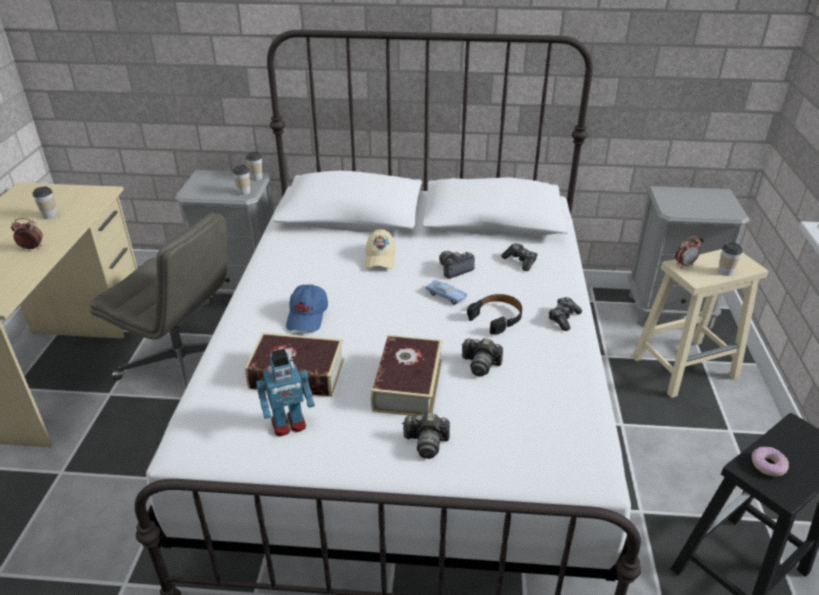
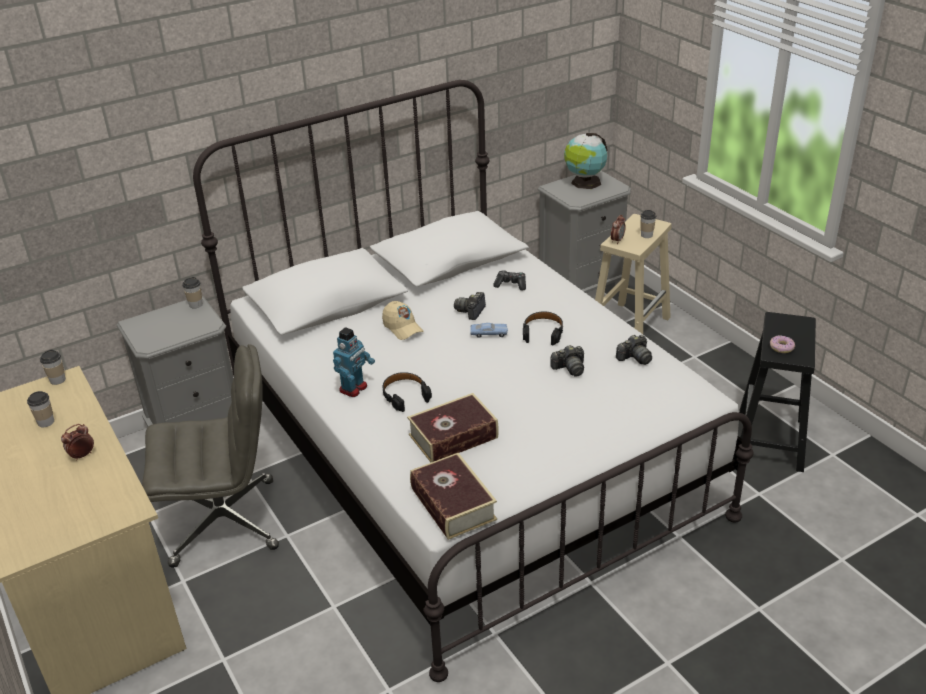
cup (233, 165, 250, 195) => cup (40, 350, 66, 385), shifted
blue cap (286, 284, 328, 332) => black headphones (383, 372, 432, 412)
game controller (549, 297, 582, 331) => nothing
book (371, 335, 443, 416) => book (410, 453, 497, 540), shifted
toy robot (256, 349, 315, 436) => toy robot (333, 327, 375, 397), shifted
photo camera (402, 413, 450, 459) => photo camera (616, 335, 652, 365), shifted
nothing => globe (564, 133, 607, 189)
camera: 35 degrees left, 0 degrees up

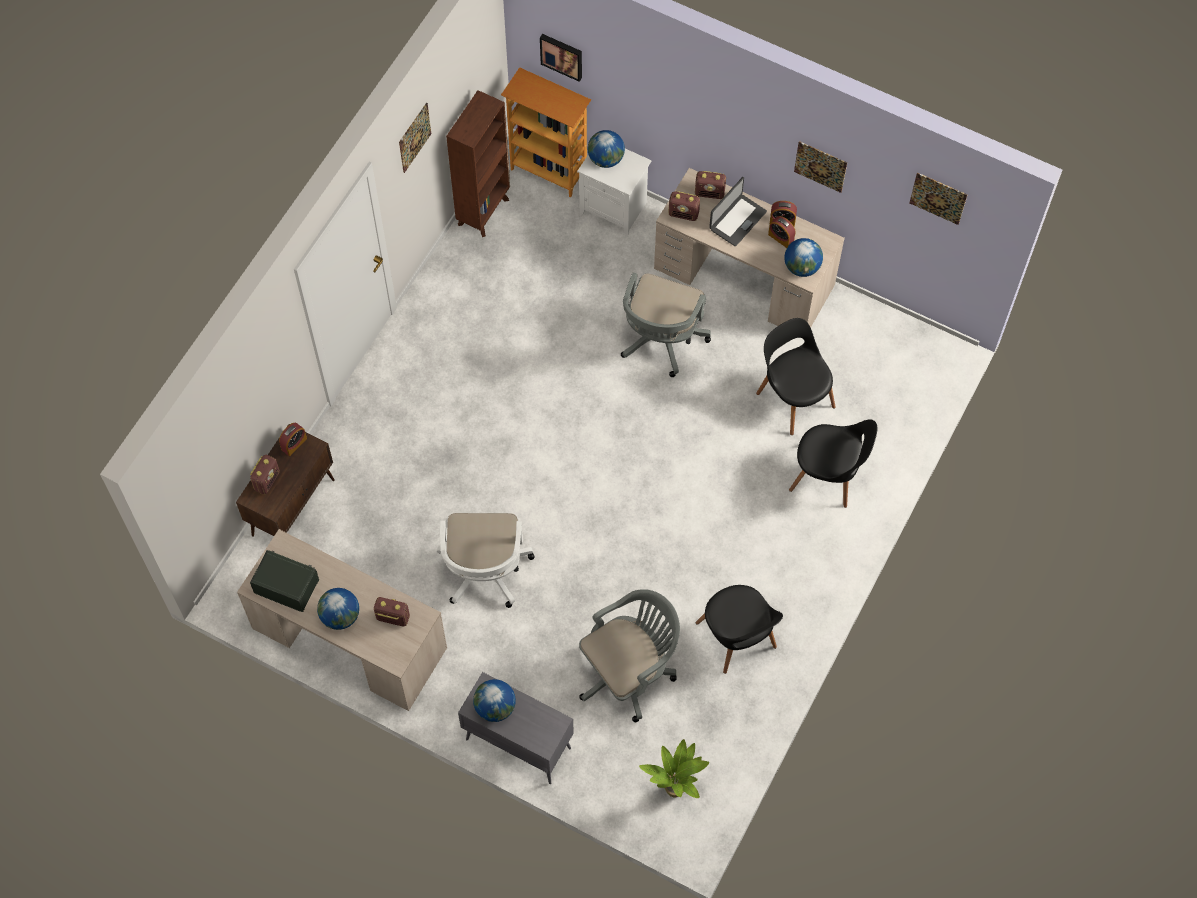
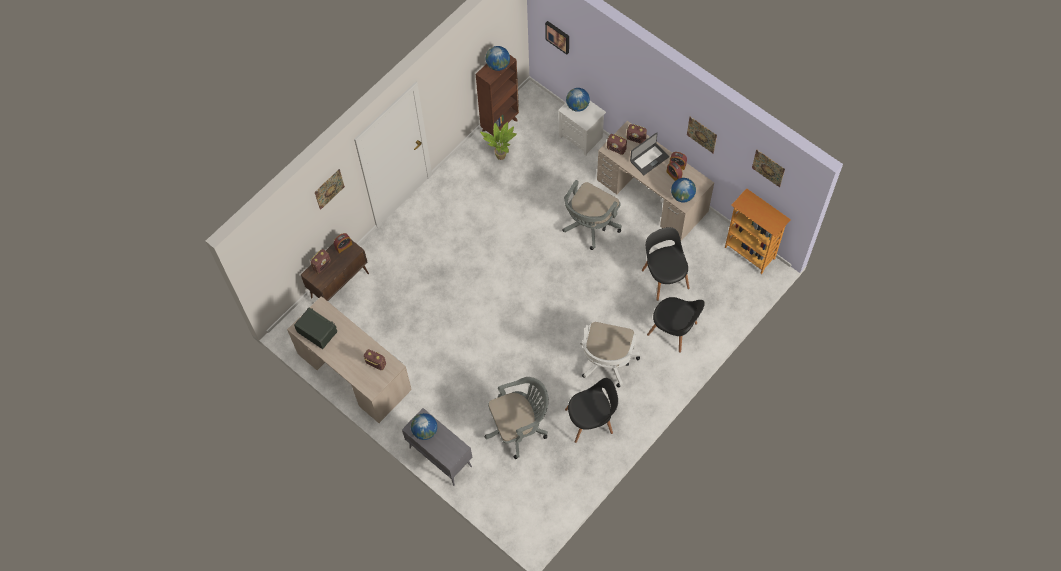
bookcase (501, 67, 591, 197) => bookcase (725, 188, 791, 274), shifted
picture (399, 103, 431, 173) => picture (315, 169, 345, 210), shifted
white office chair (437, 513, 534, 608) => white office chair (580, 322, 640, 387), shifted
black chair (696, 585, 783, 674) => black chair (565, 378, 618, 443), 90 degrees counterclockwise
globe (317, 588, 359, 630) => globe (486, 46, 510, 71), shifted
potted plant (639, 739, 709, 798) => potted plant (480, 122, 517, 160), shifted
camera: 15 degrees right, 0 degrees up

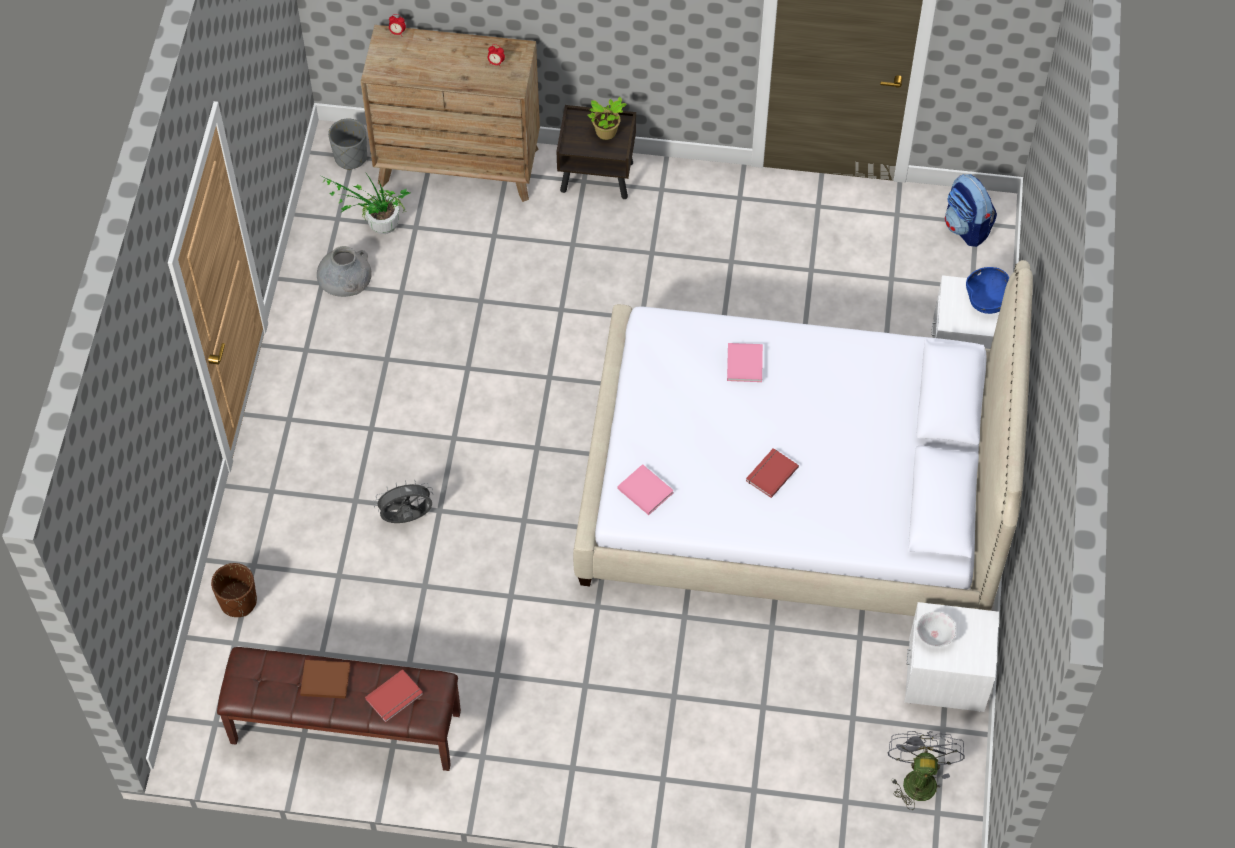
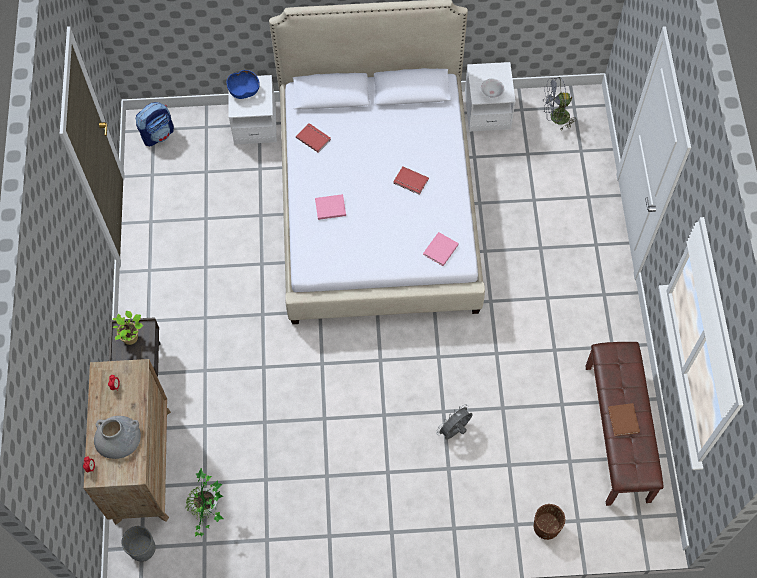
grey vase (317, 246, 372, 297) => grey vase (94, 416, 141, 459), shifted
grey fan (373, 480, 434, 523) => grey fan (436, 404, 472, 440), 75 degrees clockwise
red book (365, 669, 423, 722) => red book (296, 123, 331, 153), shifted
camera: 100 degrees left, 5 degrees up

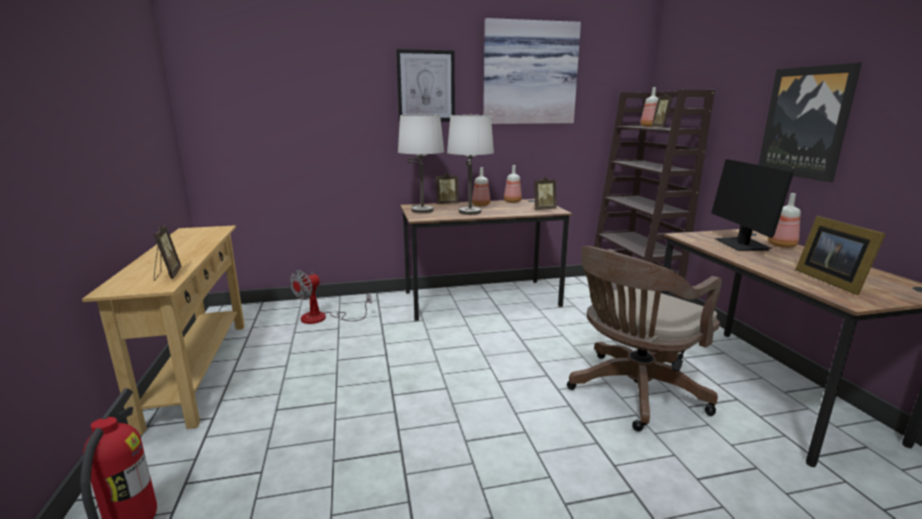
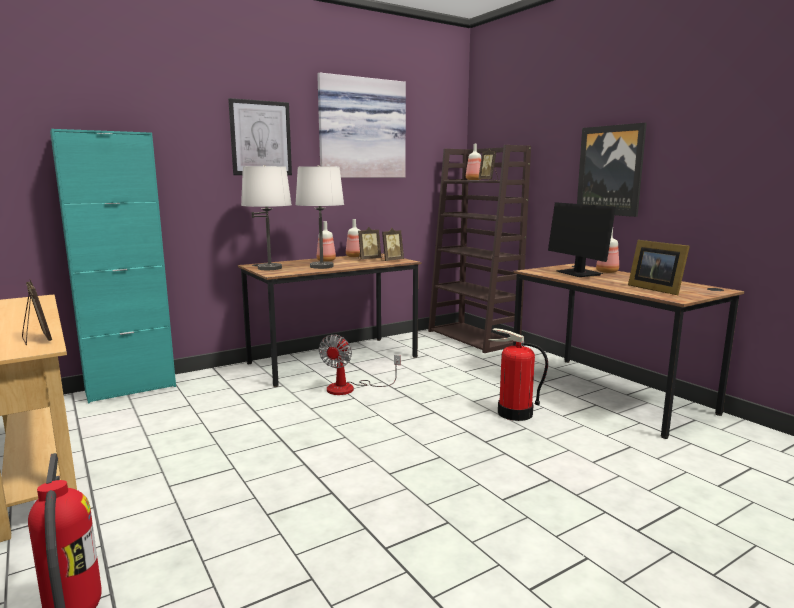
picture frame (436, 173, 459, 204) => picture frame (358, 227, 381, 260), shifted
brown office chair (567, 246, 722, 432) => fire extinguisher (489, 328, 548, 421)
fan (290, 270, 372, 324) => fan (319, 334, 401, 395), shifted
nothing => turquoise cabinet (50, 129, 176, 403)
camera: 20 degrees left, 5 degrees down

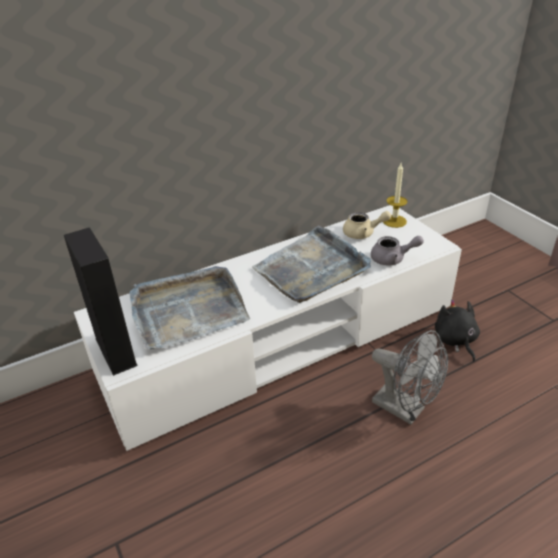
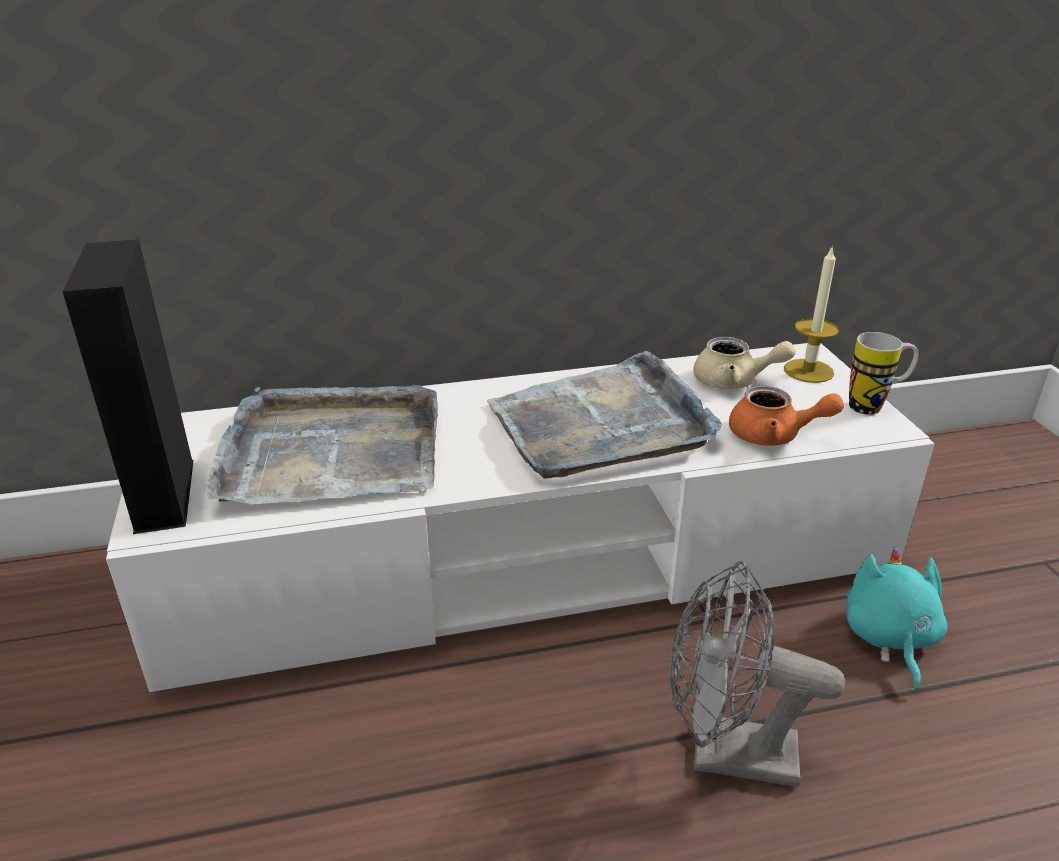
grey teapot (371, 236, 424, 266) => orange teapot (729, 386, 844, 446)
black plush toy (435, 300, 480, 362) => turquoise plush toy (847, 547, 947, 691)
grey fan (372, 330, 448, 425) => grey fan (670, 561, 845, 787), 135 degrees clockwise
nothing => mug (849, 332, 919, 415)
camera: 15 degrees right, 5 degrees down

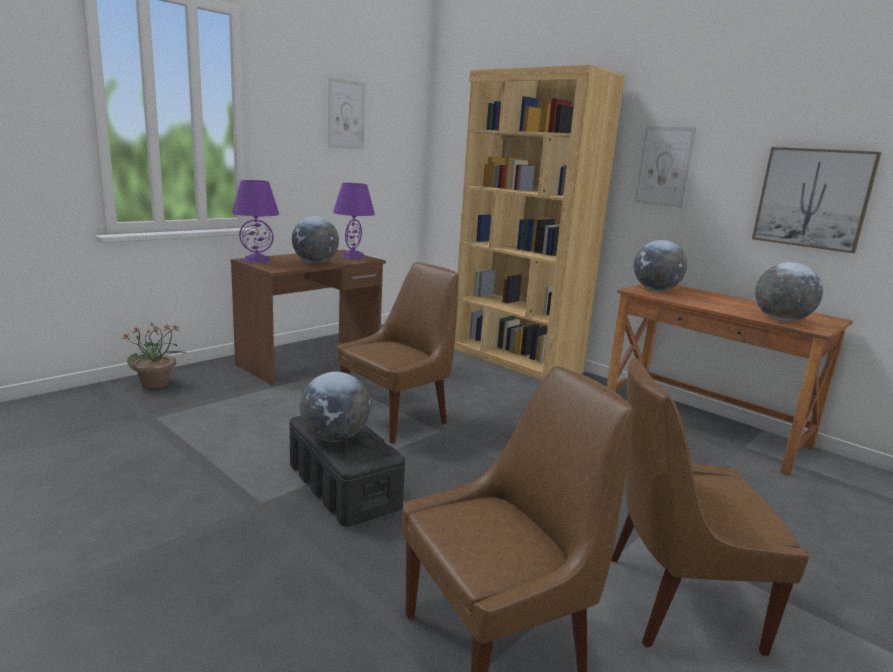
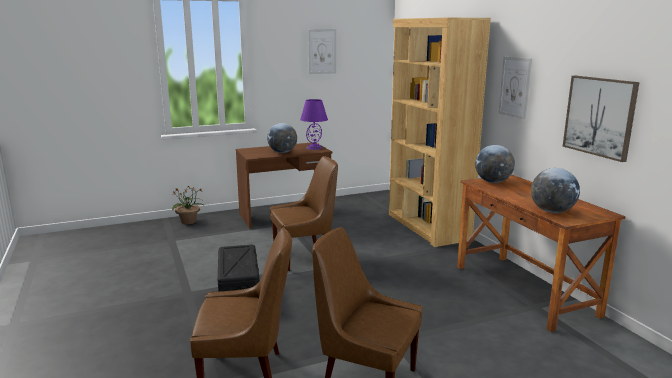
purple table lamp (232, 180, 279, 263) => nothing
globe (300, 372, 370, 442) => nothing
camera: 25 degrees right, 0 degrees up

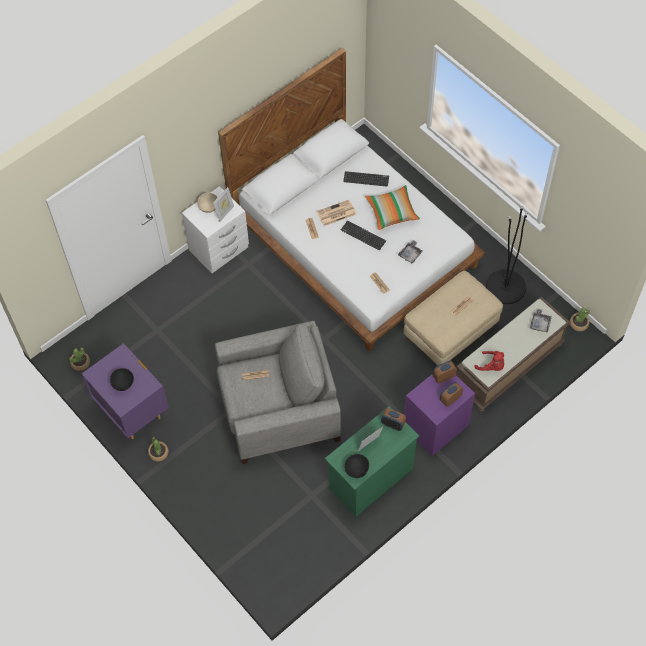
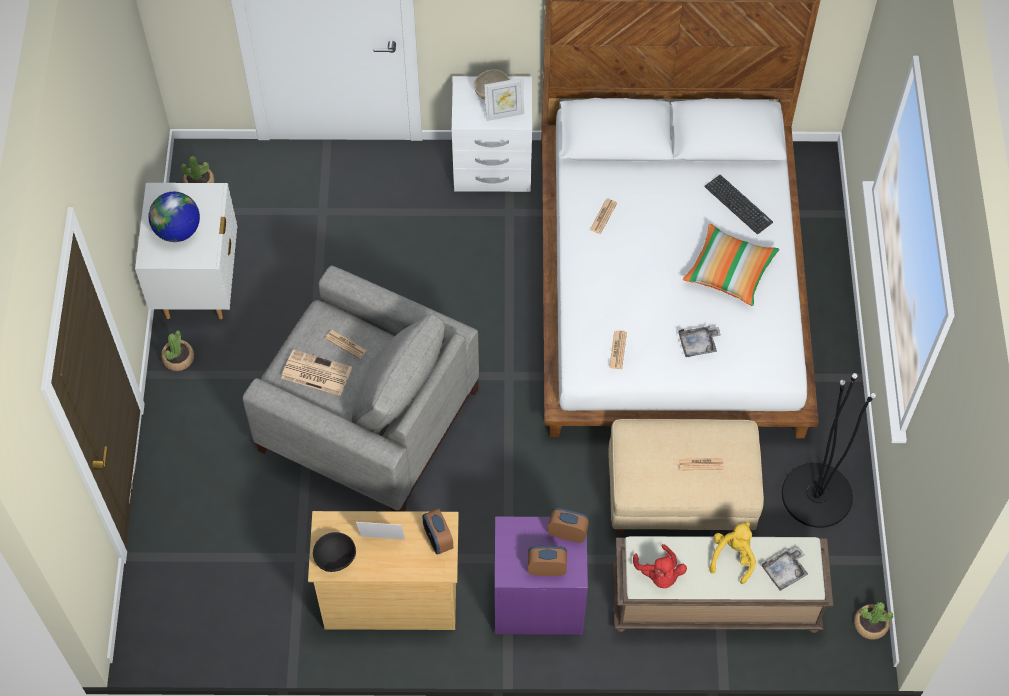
newspaper (316, 200, 357, 226) => newspaper (281, 349, 352, 396), shifted
keyboard (341, 221, 386, 250) => nothing
purple nightstand (82, 343, 169, 439) => white nightstand (135, 183, 237, 319)
black bowl (110, 368, 134, 391) => globe (149, 192, 200, 242)
green dresser (325, 406, 419, 517) => beige dresser (308, 511, 459, 630)
nothing => yellow plush toy (709, 522, 756, 584)
camera: 40 degrees right, 0 degrees up

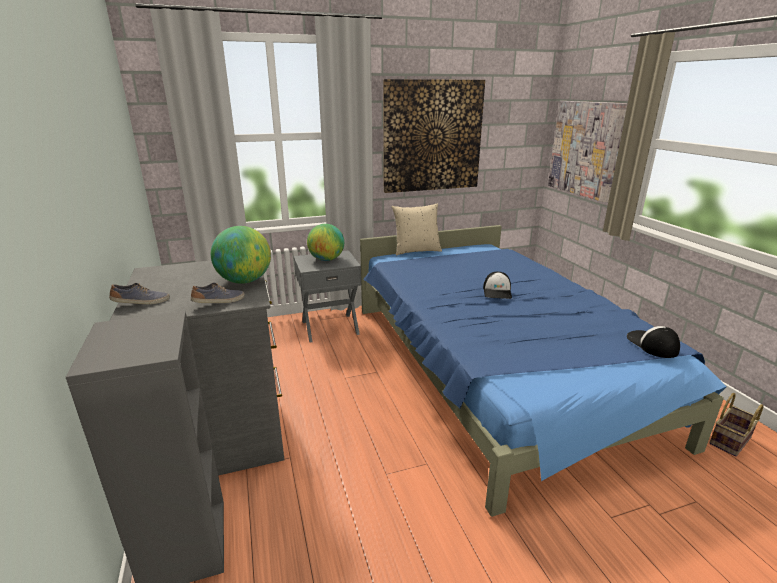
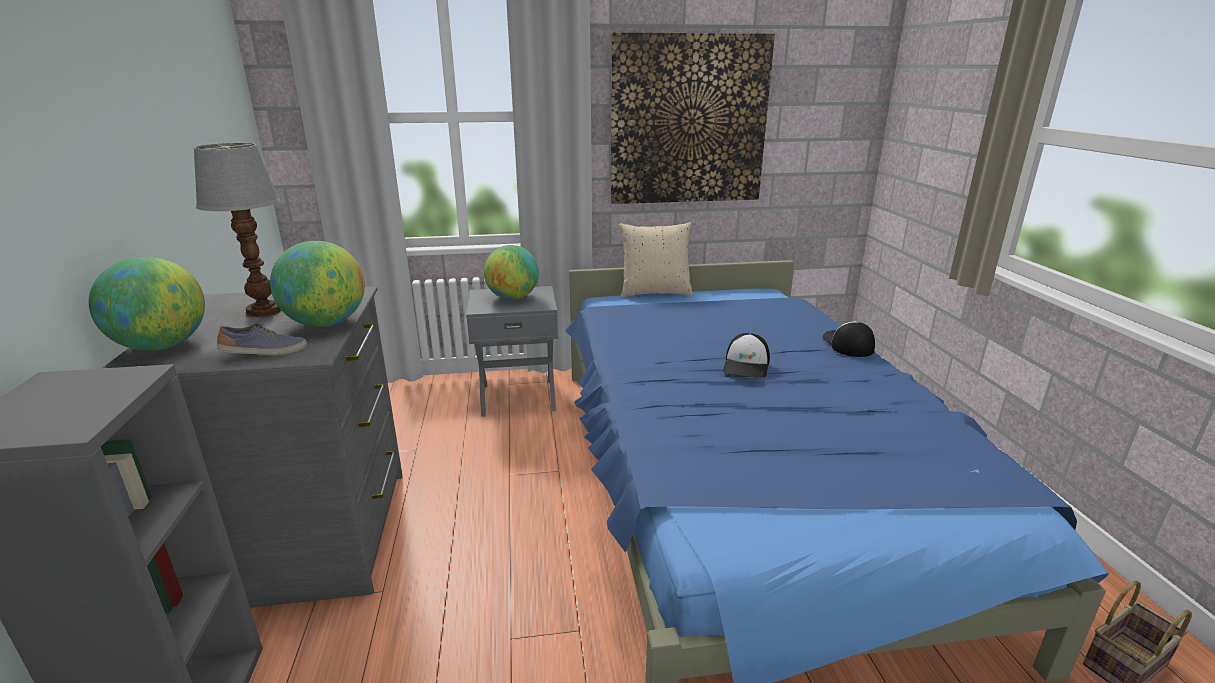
picture (548, 101, 628, 202) => nothing
shoe (109, 283, 170, 305) => globe (89, 257, 205, 351)
cap (627, 326, 680, 358) => cap (823, 321, 875, 357), shifted
nothing => table lamp (194, 143, 281, 317)
camera: 10 degrees right, 0 degrees up

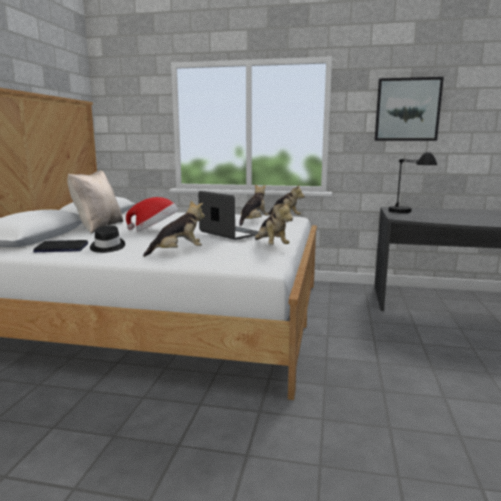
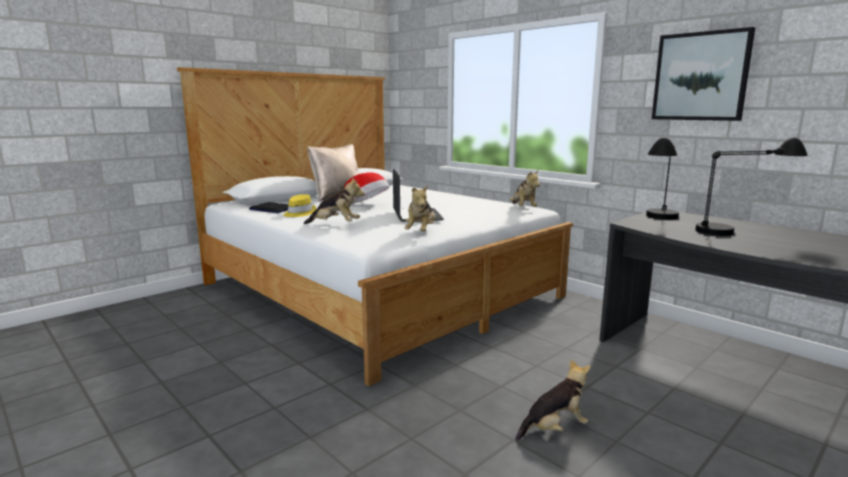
plush toy (239, 184, 269, 226) => plush toy (515, 359, 591, 441), shifted
black hat (90, 226, 125, 253) => yellow hat (284, 194, 316, 217)
nothing => black table lamp (695, 137, 808, 236)
camera: 35 degrees right, 0 degrees up

